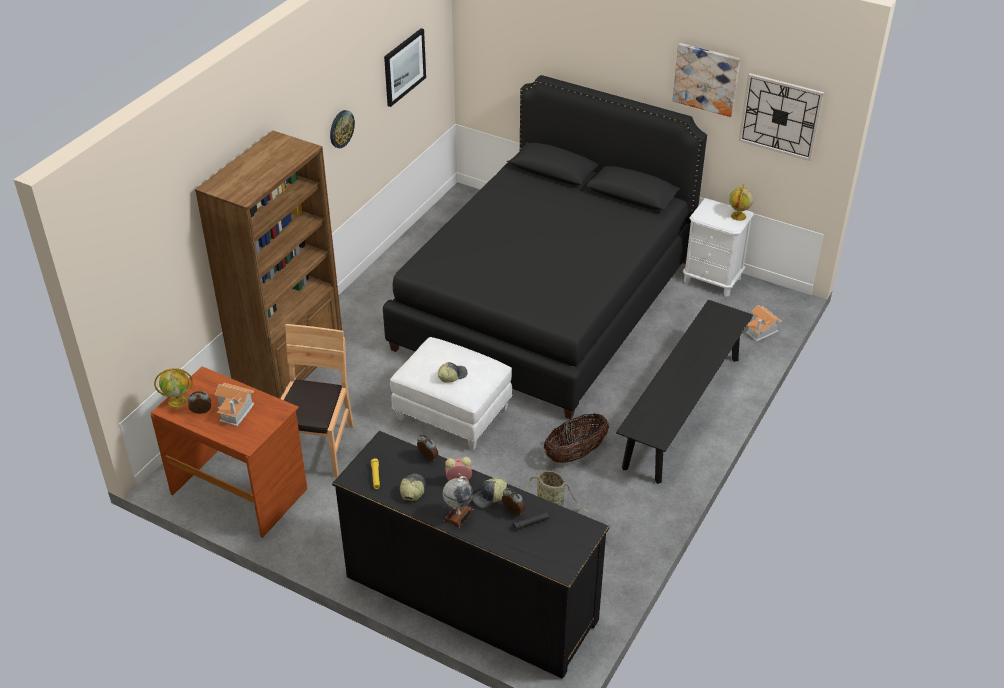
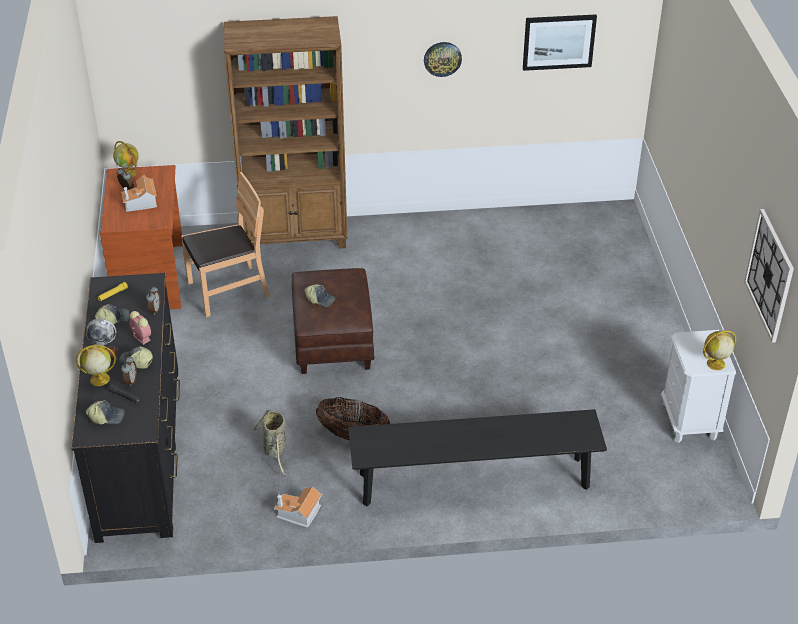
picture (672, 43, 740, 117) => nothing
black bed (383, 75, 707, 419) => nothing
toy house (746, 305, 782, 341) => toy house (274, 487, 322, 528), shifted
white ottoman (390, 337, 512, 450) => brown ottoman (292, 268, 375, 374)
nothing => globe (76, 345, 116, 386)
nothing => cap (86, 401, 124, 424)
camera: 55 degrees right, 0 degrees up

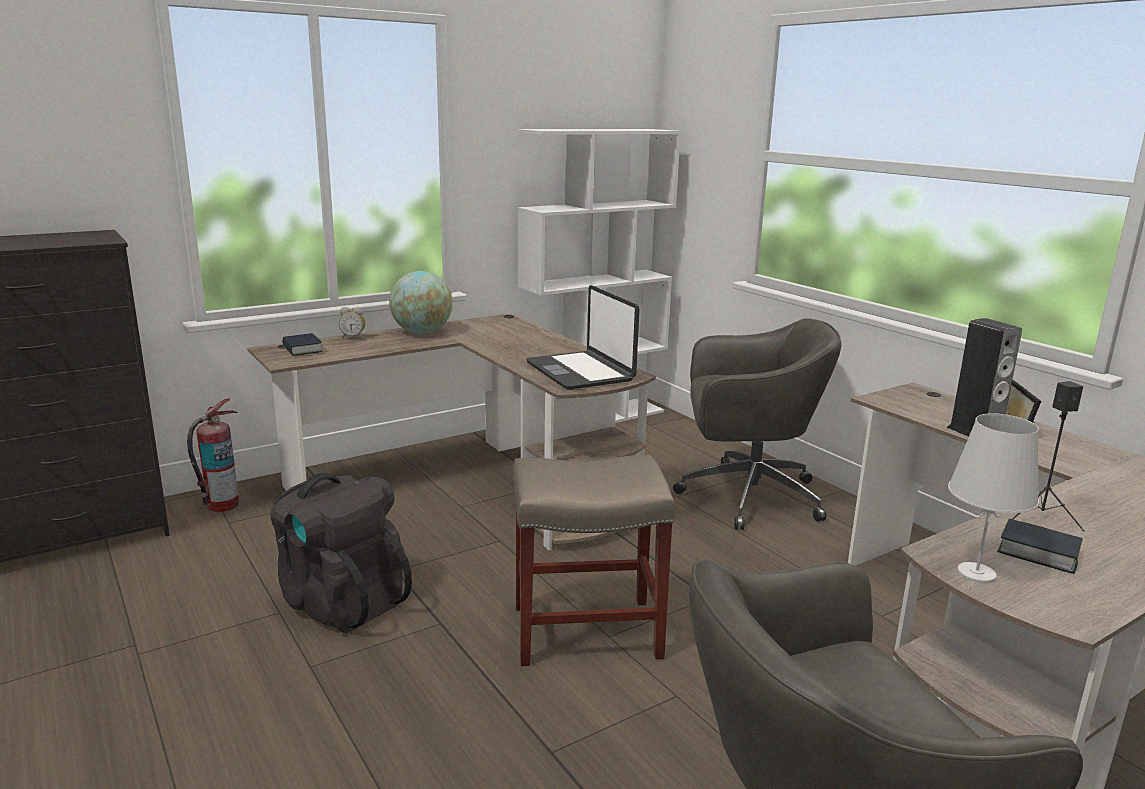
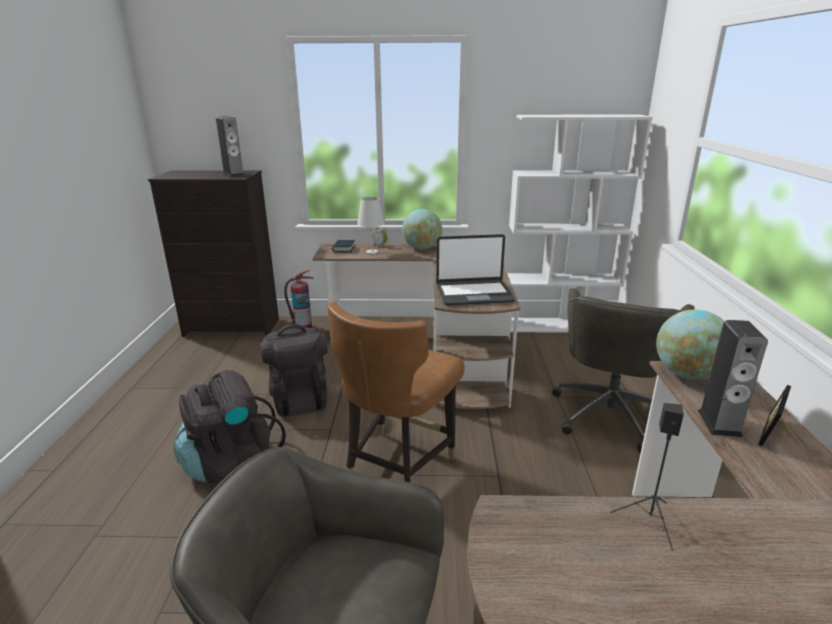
laptop (526, 285, 639, 390) => laptop (436, 234, 515, 305), 105 degrees counterclockwise
grey office chair (673, 318, 841, 530) => grey office chair (552, 288, 694, 453), 75 degrees clockwise
white table lamp (948, 413, 1039, 583) => white table lamp (357, 197, 385, 254), shifted
beige stool (513, 455, 675, 666) => brown chair (327, 302, 465, 482)
book (998, 519, 1083, 574) => nothing
nothing => speaker (216, 116, 244, 177)
nothing => globe (656, 310, 724, 380)
nothing => black backpack (173, 370, 286, 483)
camera: 35 degrees right, 5 degrees up

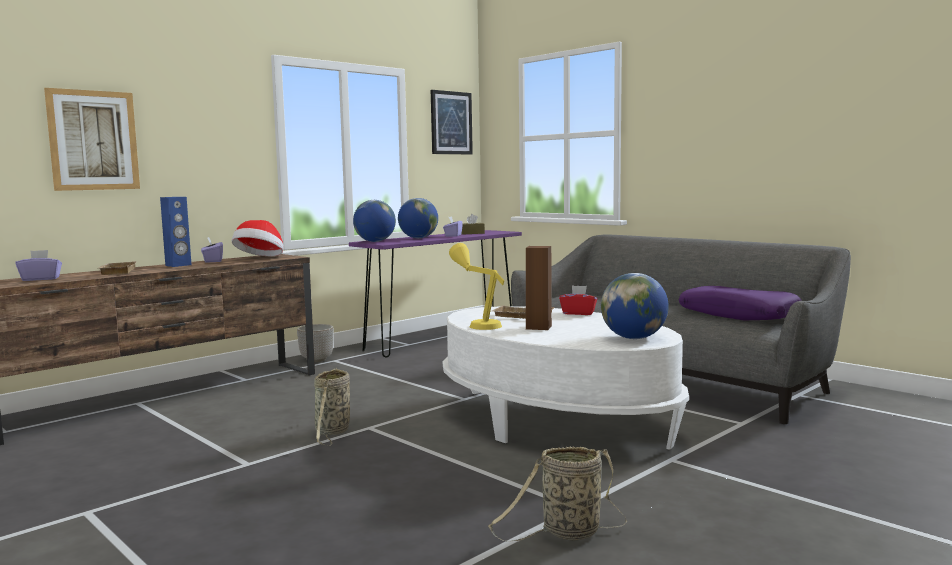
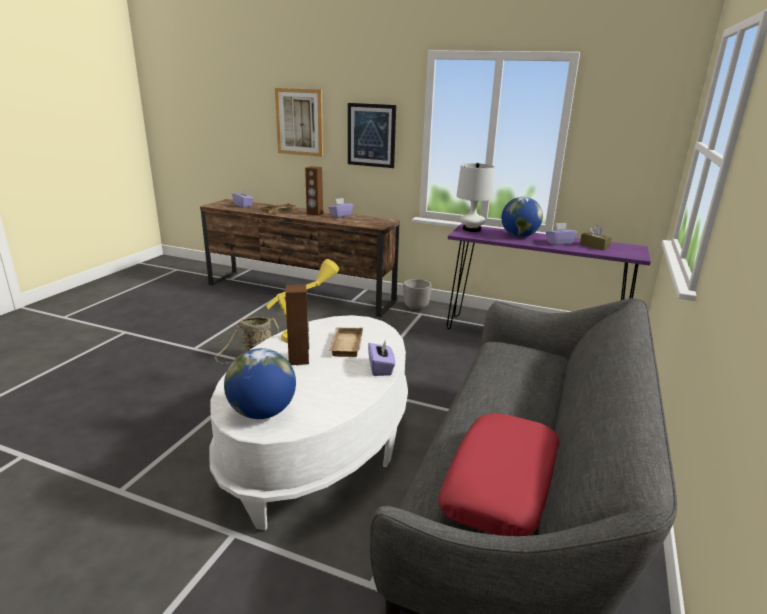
picture (431, 90, 473, 154) => picture (348, 103, 396, 168), shifted
blue speaker (160, 197, 192, 267) => brown speaker (305, 166, 323, 216)
globe (353, 200, 396, 242) => white table lamp (457, 163, 495, 232)
hat (232, 220, 284, 256) => nothing
red tissue box (559, 285, 597, 315) => purple tissue box (368, 341, 395, 376)
purple pillow (679, 286, 802, 320) => red pillow (438, 413, 559, 536)
basket (488, 446, 627, 542) => nothing
camera: 65 degrees right, 15 degrees up

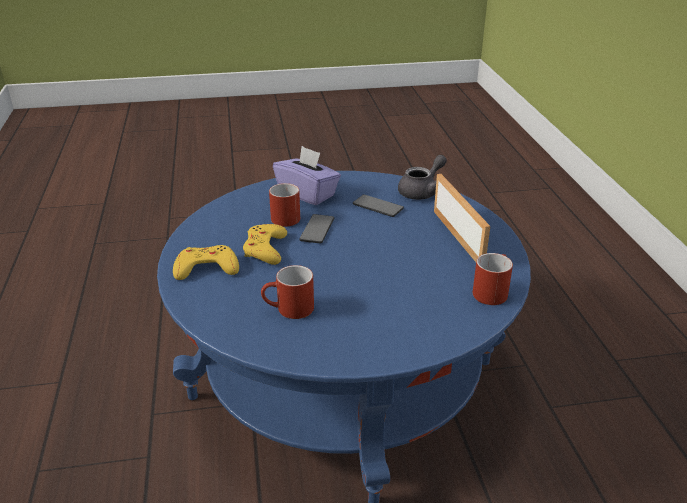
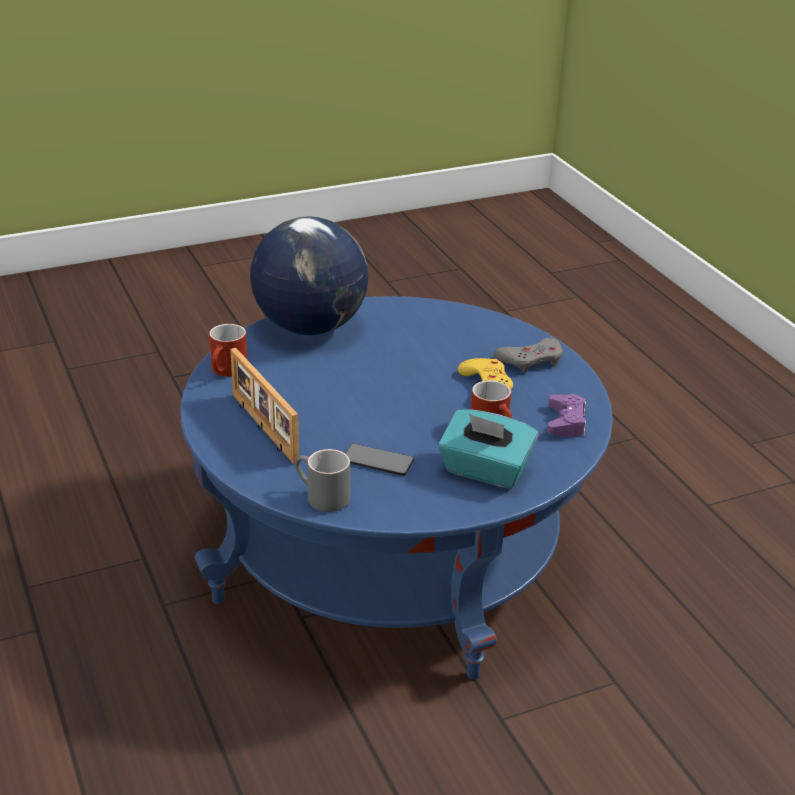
purple tissue box (273, 146, 341, 205) => turquoise tissue box (438, 409, 538, 489)
grey teapot (398, 155, 447, 200) => grey mug (295, 449, 350, 512)
phone (299, 214, 334, 243) => nothing
yellow game controller (173, 245, 239, 280) => grey game controller (494, 338, 563, 373)
red mug (261, 265, 314, 319) => nothing
nothing => globe (250, 217, 368, 335)
nothing => purple game controller (547, 394, 586, 437)
camera: 165 degrees right, 0 degrees up

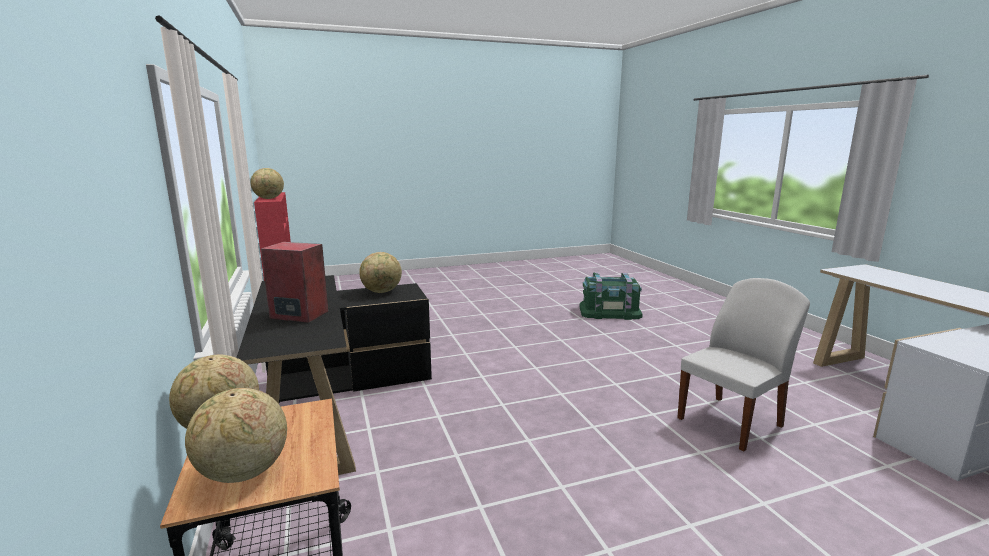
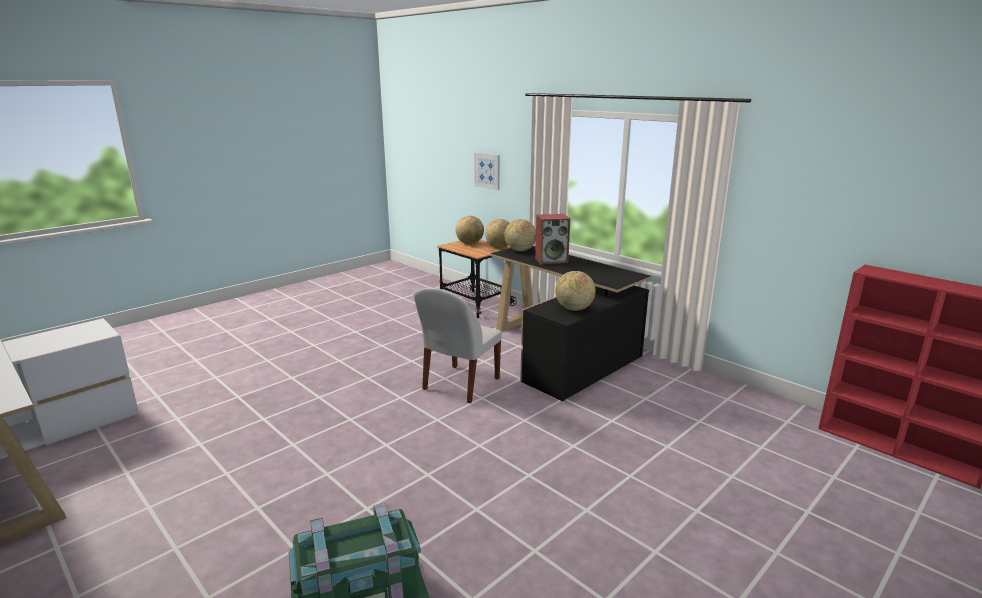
globe (250, 168, 284, 199) => globe (504, 219, 536, 251), shifted
white chair (677, 278, 810, 451) => white chair (413, 288, 502, 403), shifted
nothing => picture (474, 152, 500, 190)
camera: 155 degrees right, 5 degrees up

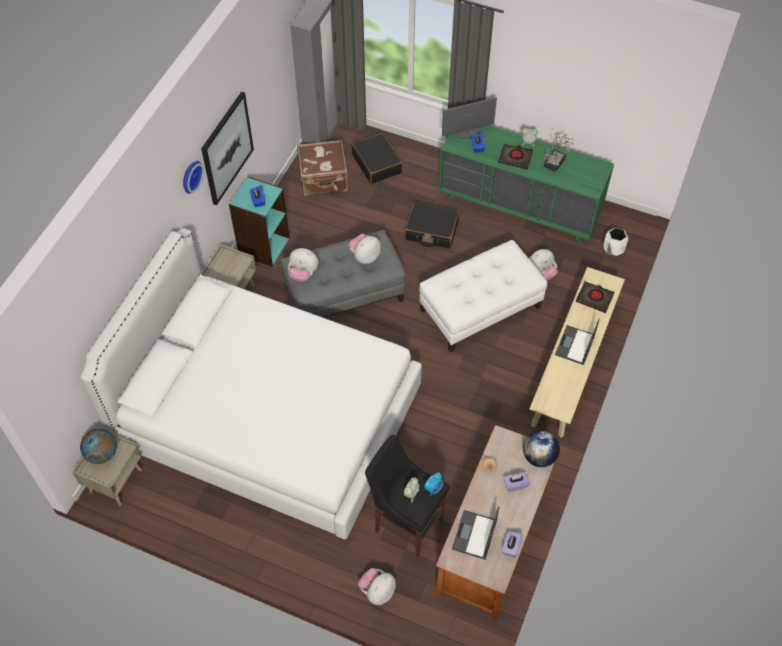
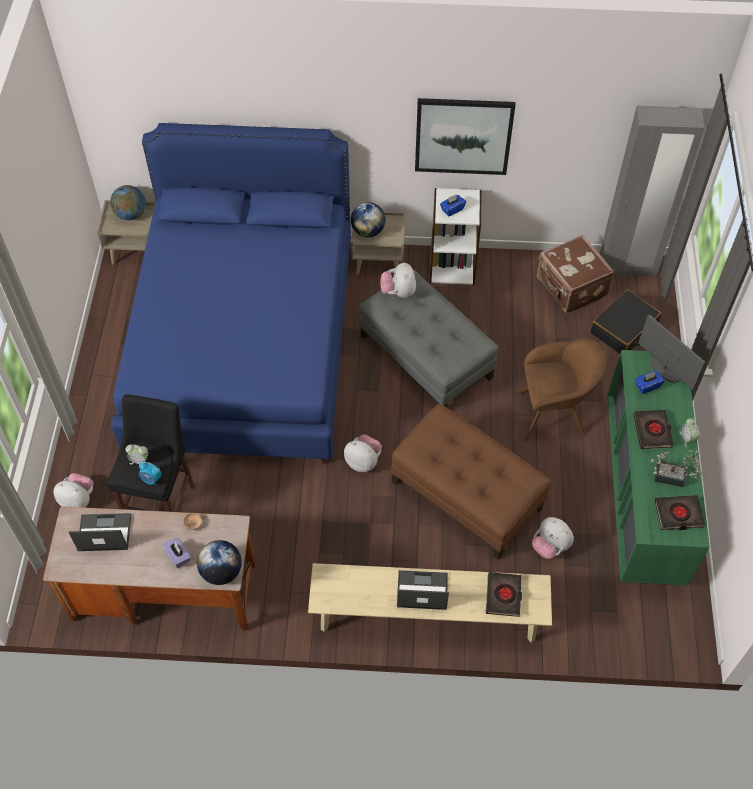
wall clock (183, 161, 204, 194) => nothing
turquoise bookcase (229, 176, 290, 267) => white bookcase (430, 188, 482, 285)
black suitcase (405, 202, 459, 249) => brown armchair (515, 338, 607, 441)
white bed (80, 228, 422, 541) => blue bed (111, 123, 351, 464)
white planter (603, 228, 629, 256) => nothing
plush toy (348, 234, 381, 264) => plush toy (344, 435, 382, 472), shifted
white ottoman (419, 240, 547, 352) => brown ottoman (391, 404, 551, 559)
purple tissue box (502, 531, 523, 558) => nothing
nothing => globe (351, 202, 385, 237)
nothing => black book (654, 495, 705, 530)
camera: 70 degrees right, 0 degrees up

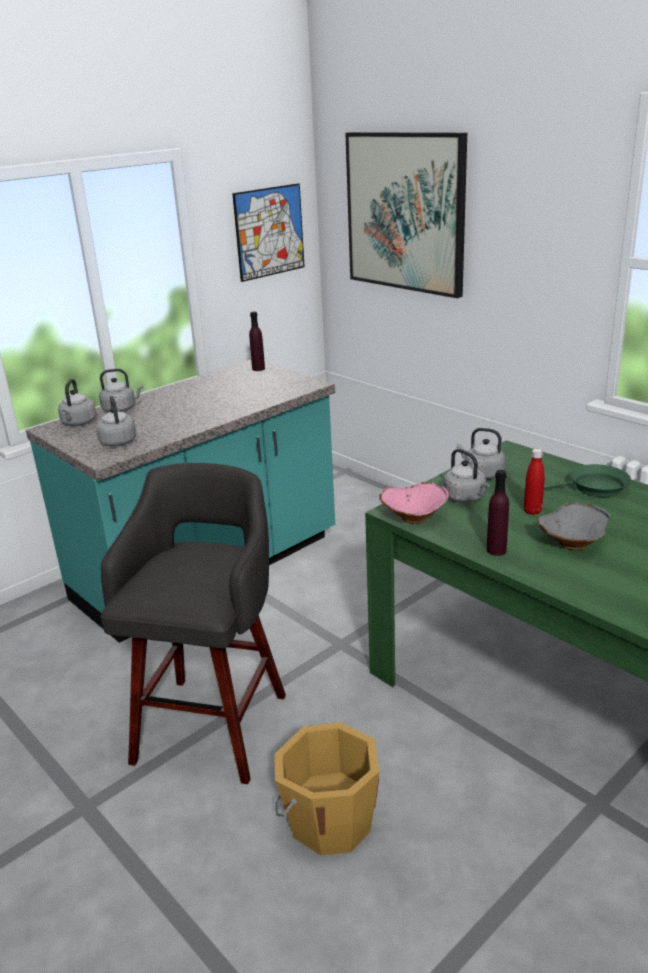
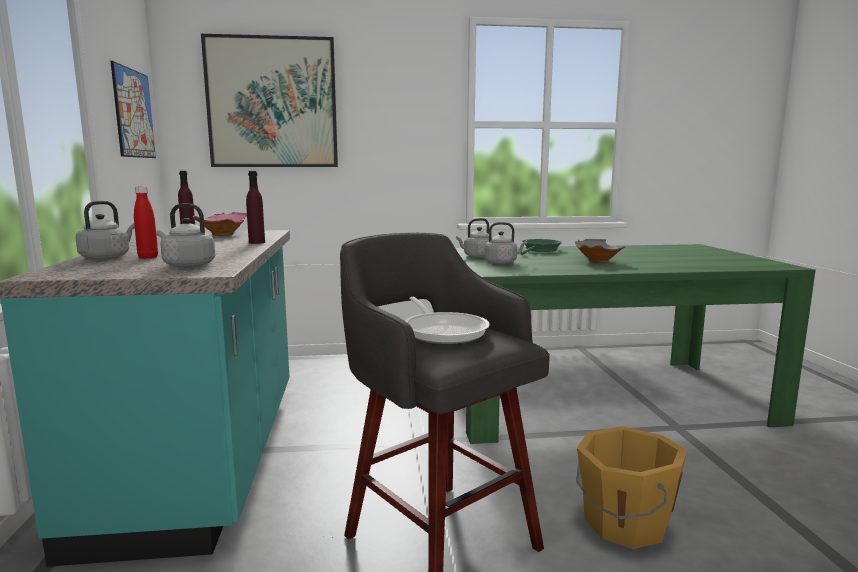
grey kettle (58, 379, 96, 426) => nothing
red bottle (524, 449, 544, 515) => red bottle (134, 186, 158, 259), shifted
purple bottle (487, 470, 509, 556) => purple bottle (246, 171, 265, 244), shifted
pink bowl (379, 481, 449, 524) => pink bowl (193, 212, 247, 236), shifted
nothing => frying pan (405, 297, 490, 344)
camera: 55 degrees left, 15 degrees down

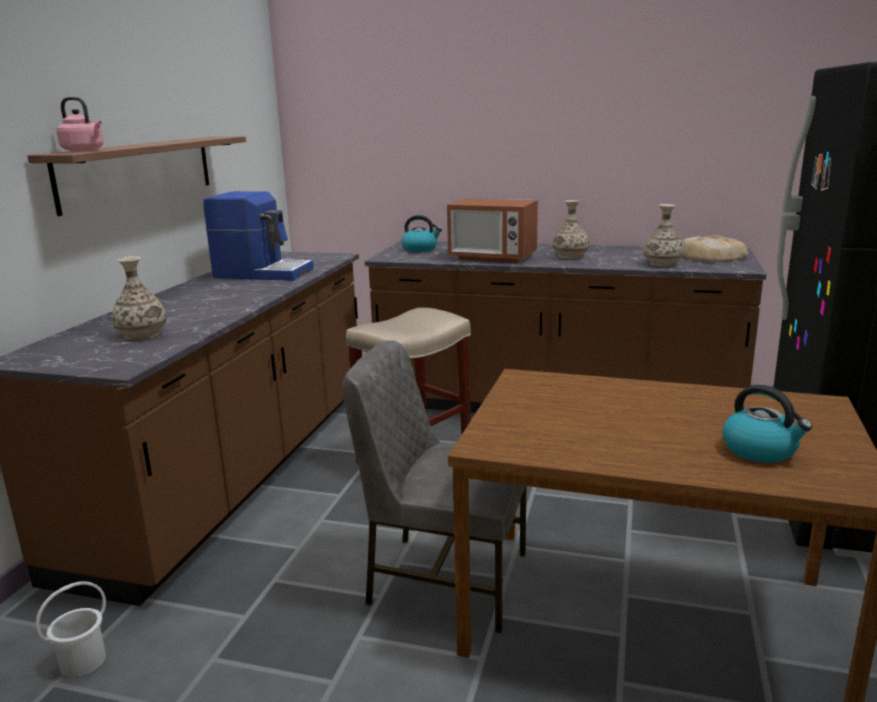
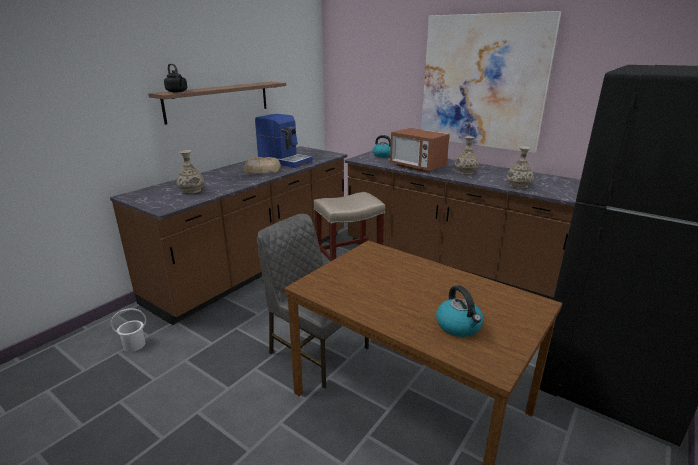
pink kettle (56, 97, 104, 152) => black kettle (164, 63, 188, 92)
bread (682, 235, 748, 262) => bread (244, 157, 281, 174), shifted
nothing => picture (421, 11, 561, 153)
camera: 20 degrees right, 5 degrees up

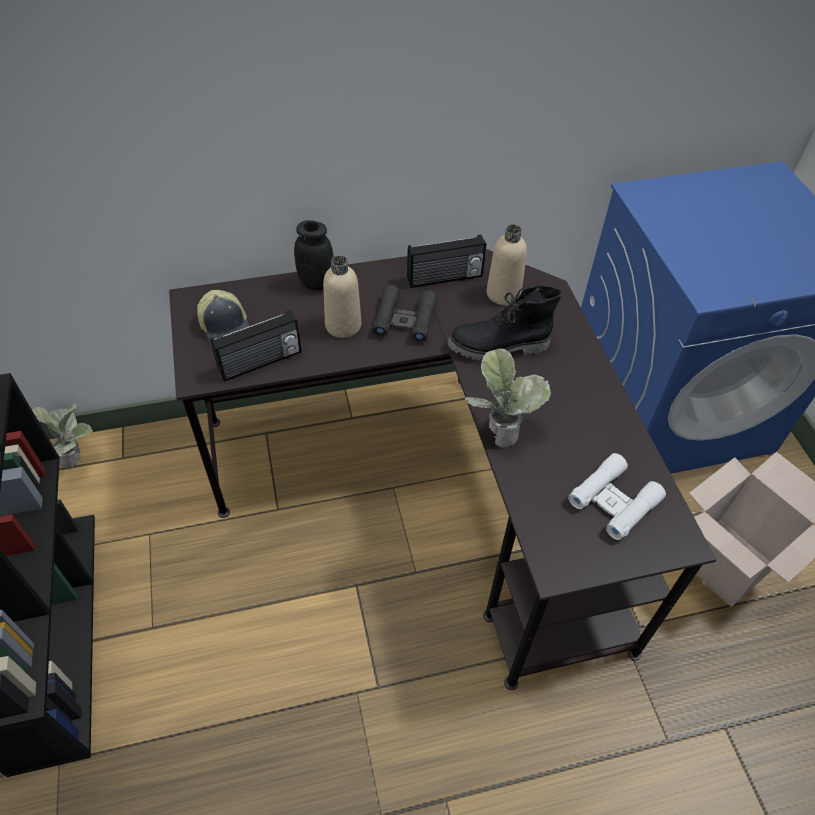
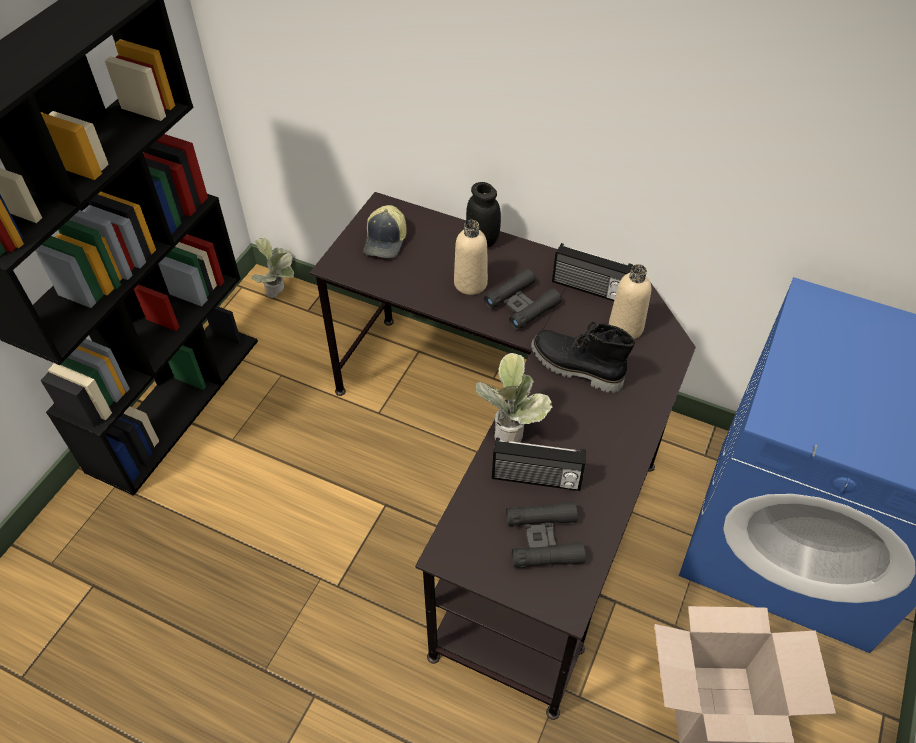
radio (210, 310, 302, 382) => radio (492, 438, 586, 491), shifted
white binoculars (568, 453, 666, 540) => black binoculars (506, 502, 586, 568)
camera: 40 degrees right, 0 degrees up

